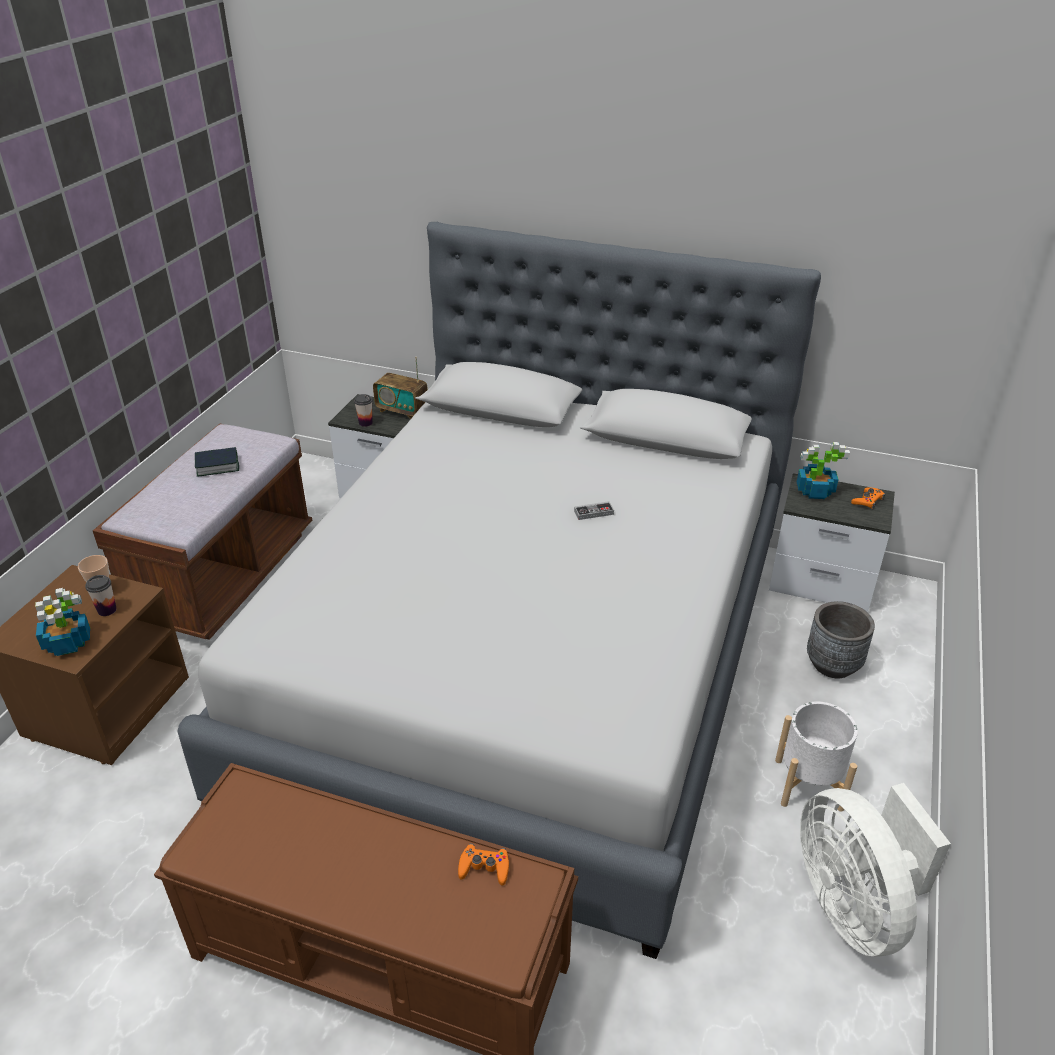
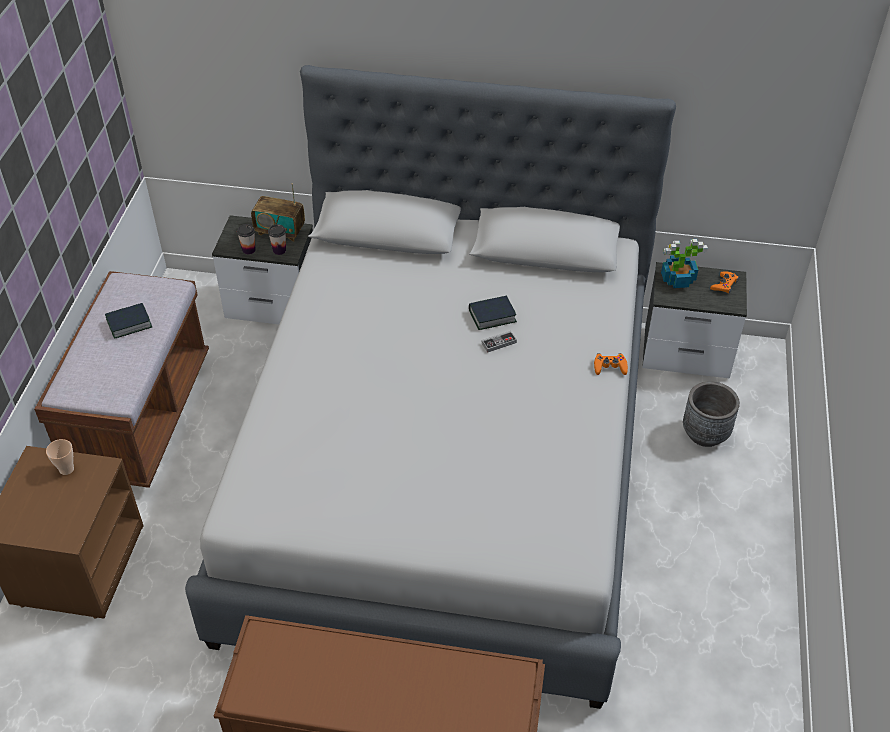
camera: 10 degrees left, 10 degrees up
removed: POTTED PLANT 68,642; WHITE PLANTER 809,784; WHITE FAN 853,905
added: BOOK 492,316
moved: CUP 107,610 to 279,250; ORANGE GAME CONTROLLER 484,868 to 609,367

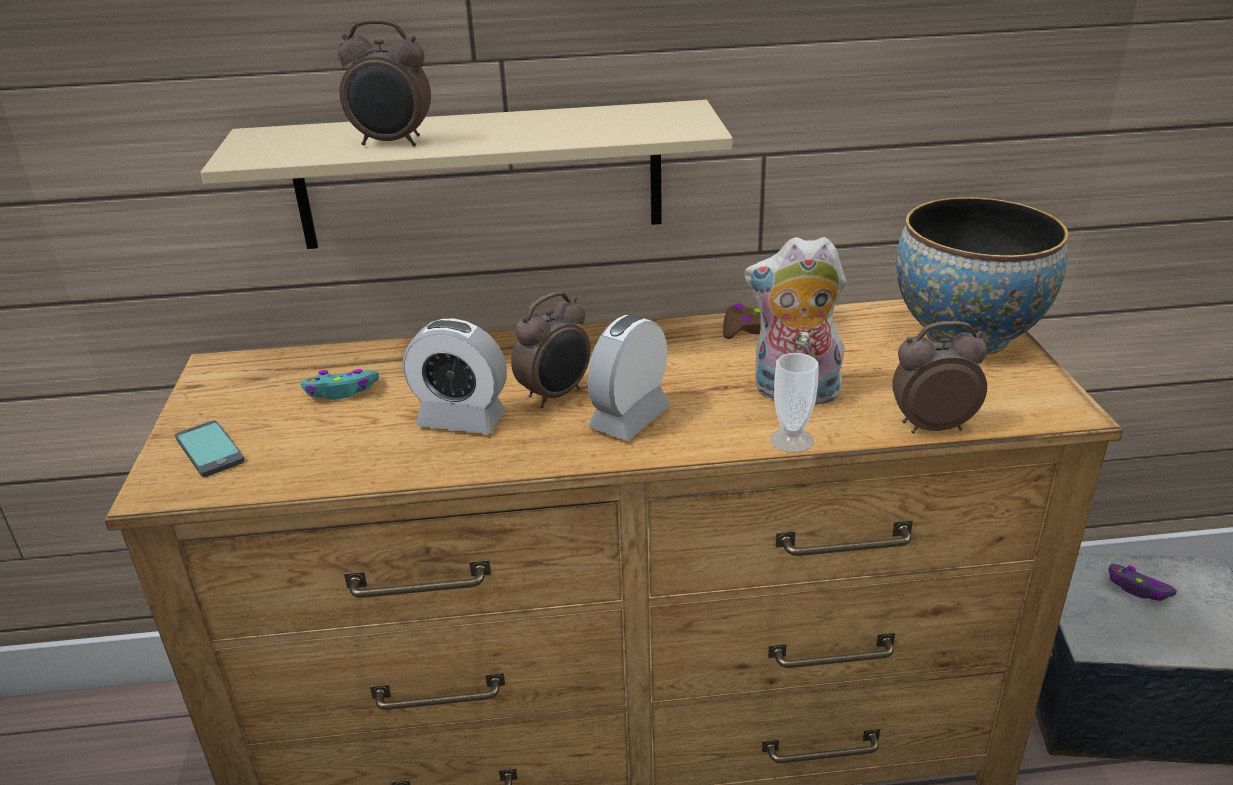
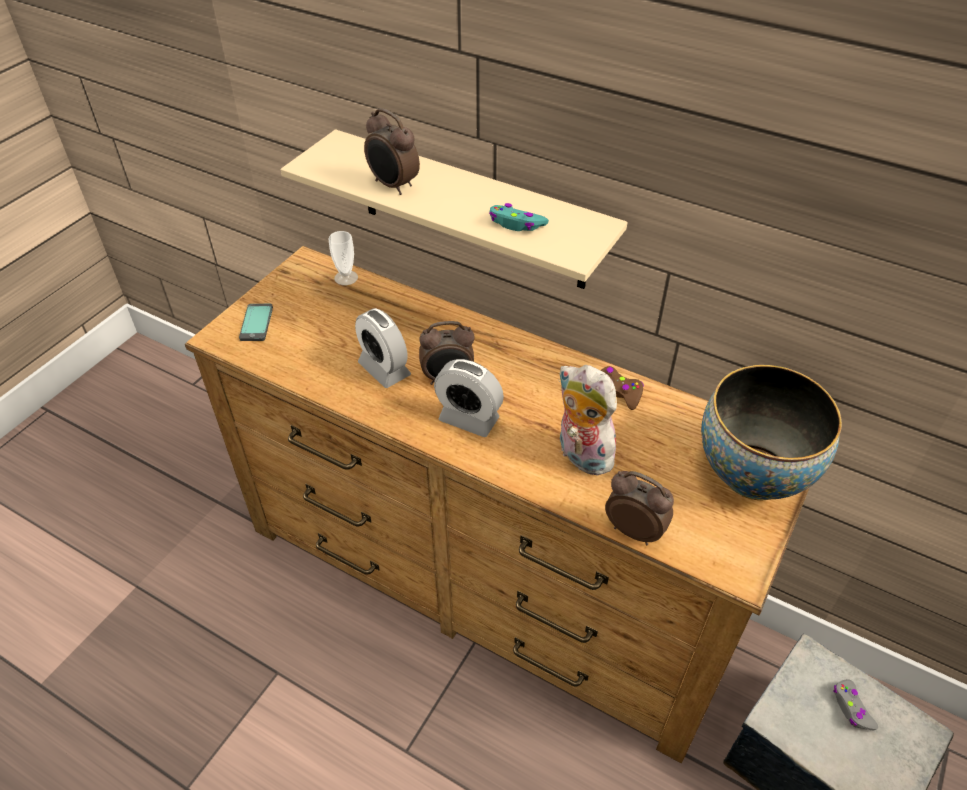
camera: 35 degrees right, 15 degrees up
moved: CUP 791,440 to 346,278; TURQUOISE GAME CONTROLLER 341,391 to 516,224
recoloured: PURPLE GAME CONTROLLER 1138,588 to GREY GAME CONTROLLER 851,708
turned: ALARM CLOCK 629,418 = 469,419 135 degrees counterclockwise

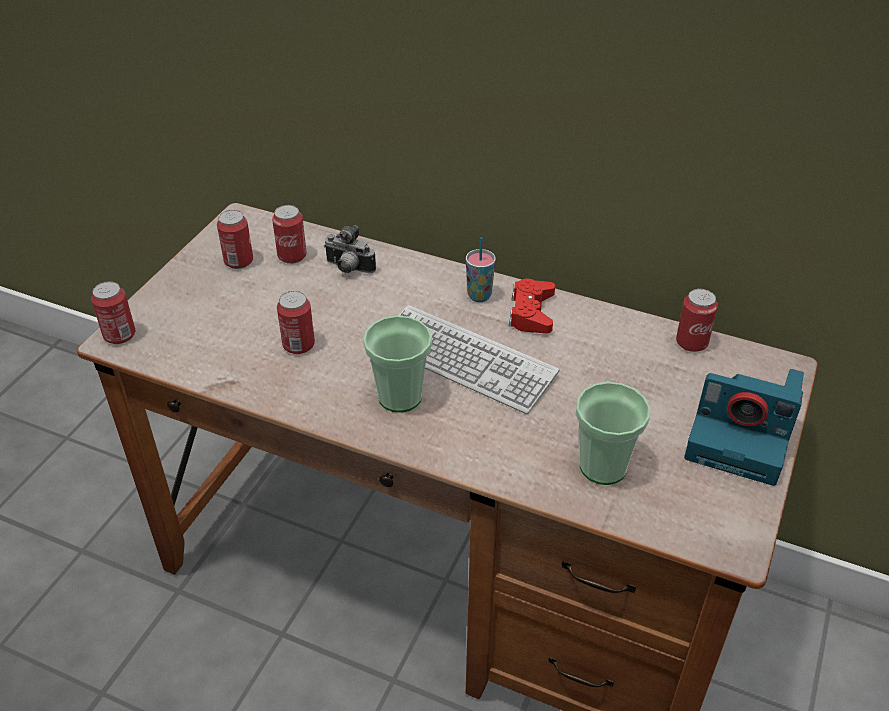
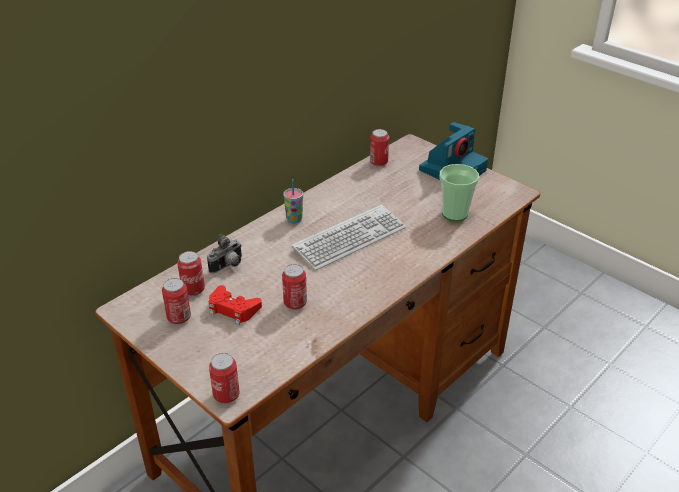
camera: 70 degrees left, 5 degrees down
removed: CUP 400,397
moved: RED GAME CONTROLLER 531,313 to 233,309

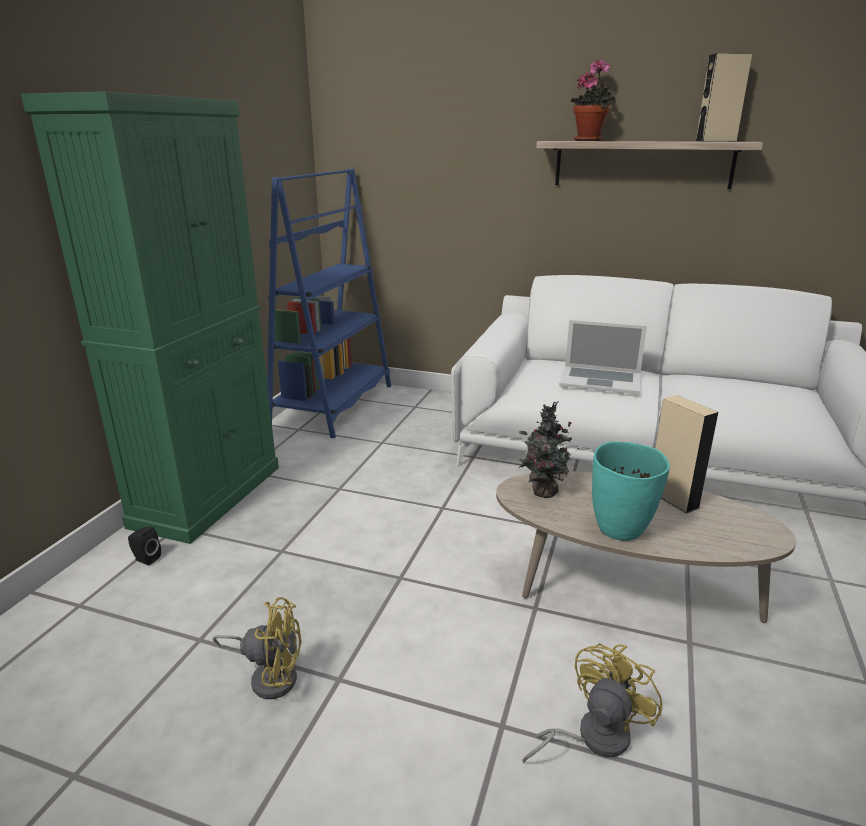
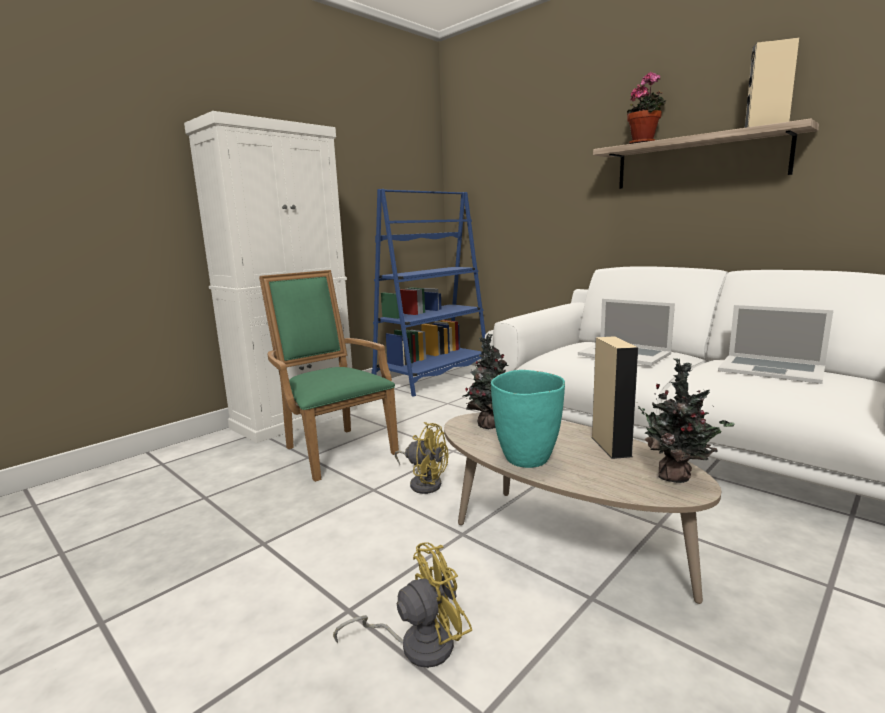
camera: 25 degrees right, 10 degrees down
removed: BLACK SPEAKER 145,559
added: GREEN ARMCHAIR 334,449; LAPTOP 771,369; POTTED PLANT 676,477
moved: YELLOW FAN 269,675 to 424,483
recoloured: GREEN CABINET 208,495 to WHITE CABINET 296,418

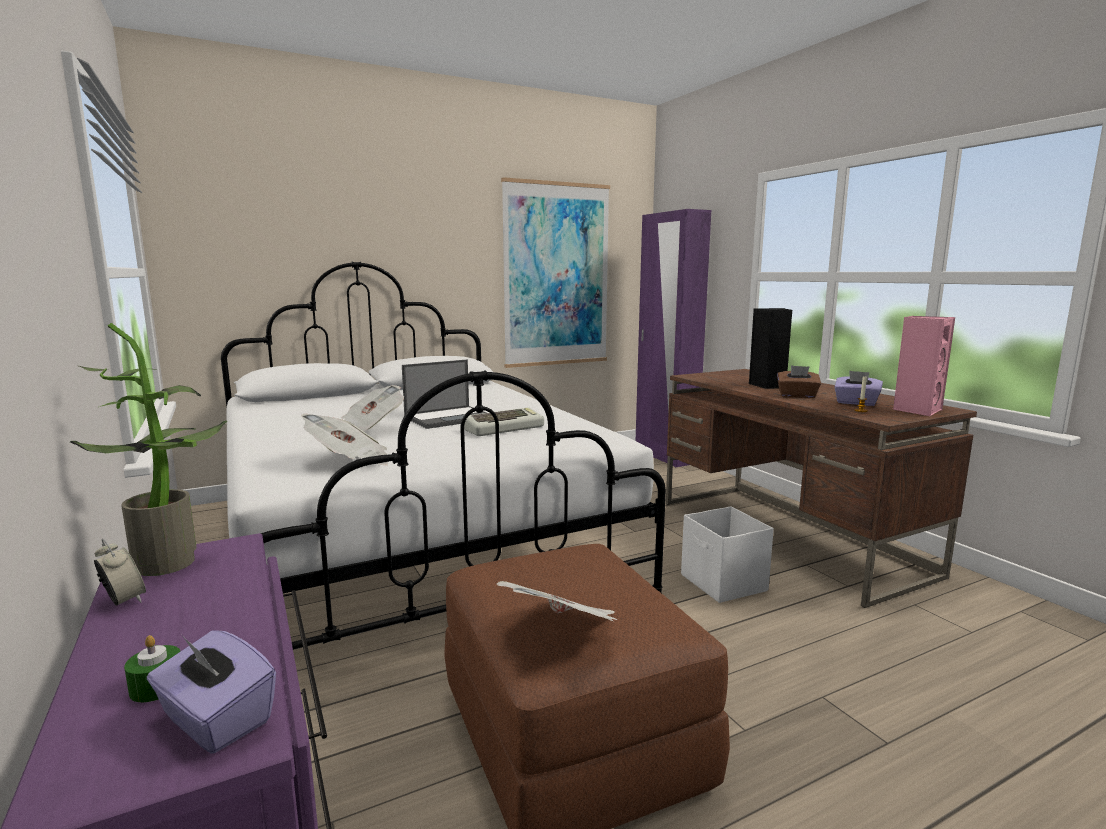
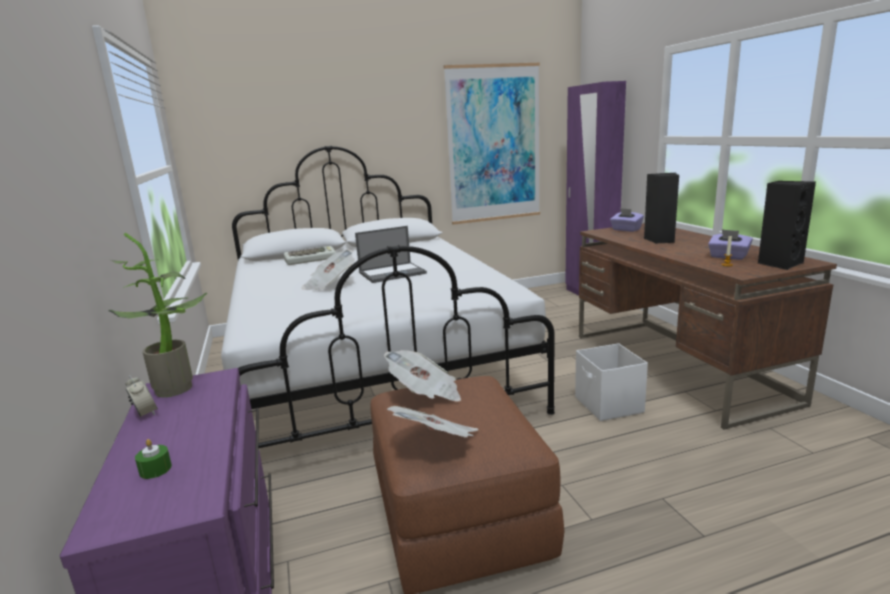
camera: 10 degrees right, 5 degrees up
removed: BROWN TISSUE BOX 797,396
moved: KEYBOARD 504,428 to 311,259; NEWSPAPER 350,461 to 426,394; PURPLE TISSUE BOX 216,720 to 626,230
recoloured: PINK SPEAKER 917,410 to BLACK SPEAKER 779,264

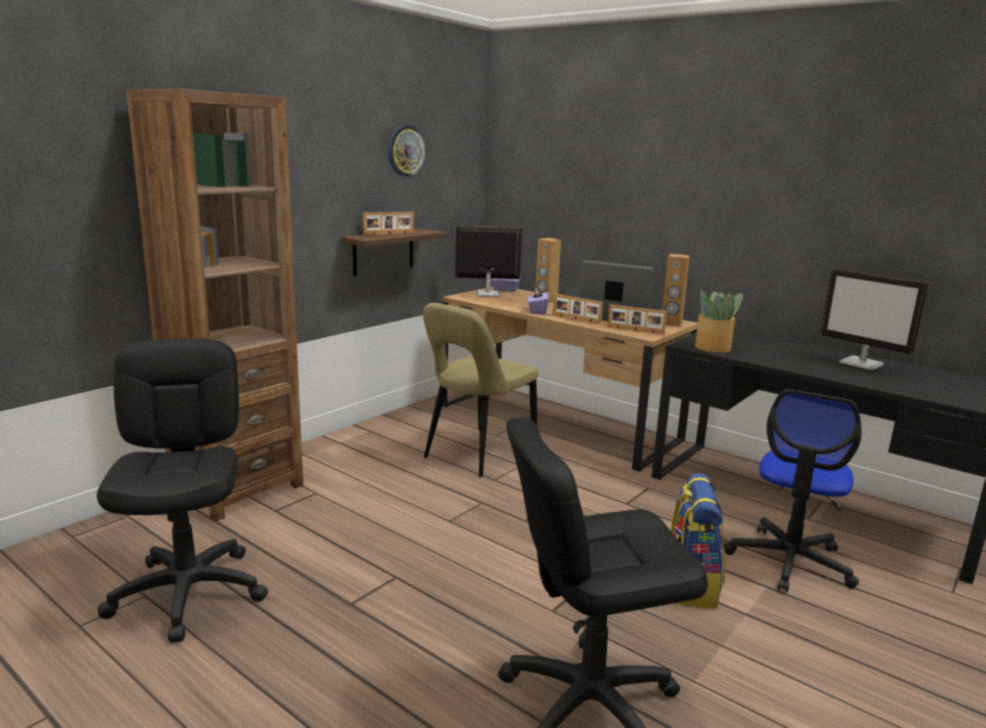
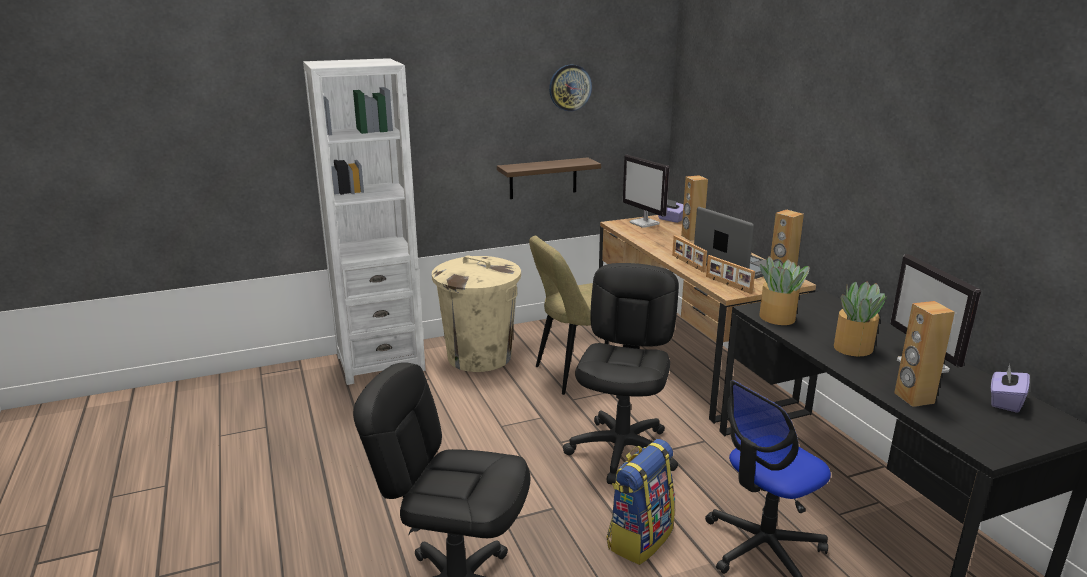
camera: 30 degrees right, 5 degrees up
removed: PICTURE FRAME 389,234
added: BEIGE TRASH CAN 479,356; POTTED PLANT 852,348; BROWN SPEAKER 913,398
moved: PURPLE TISSUE BOX 537,311 to 1005,401; BLACK OFFICE CHAIR 189,593 to 622,451
recoloured: BROWN BOOKCASE 237,489 to WHITE BOOKCASE 380,363
turned: MONITOR 487,294 = 645,223 150 degrees counterclockwise

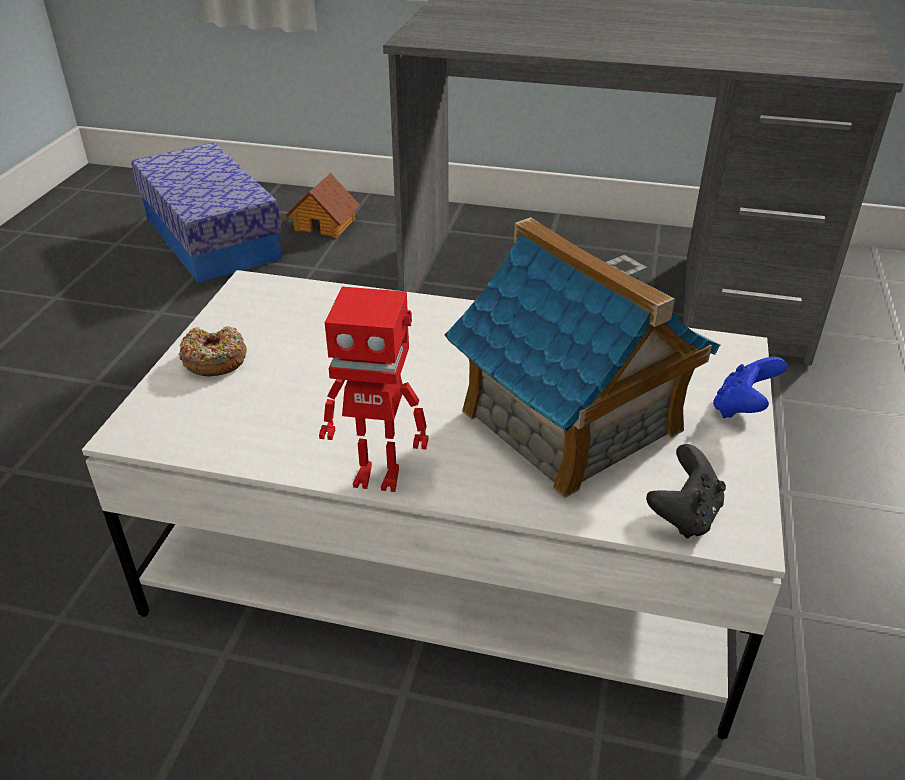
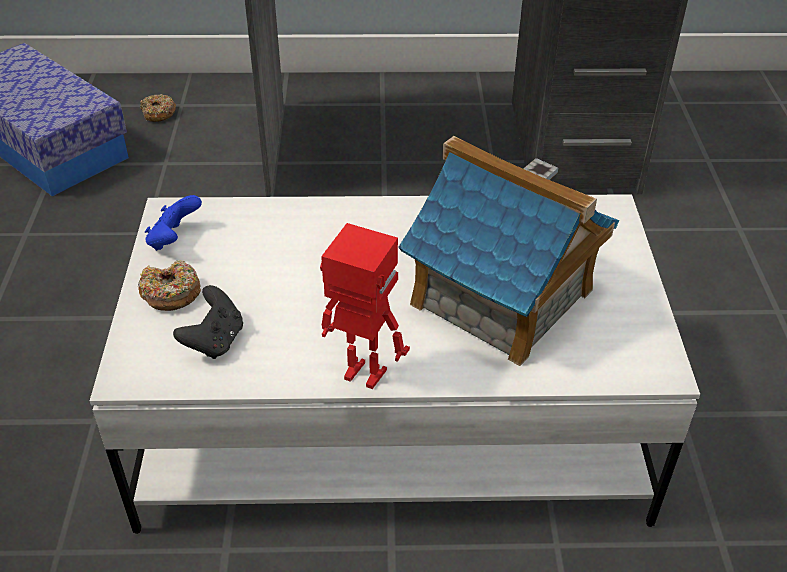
camera: 15 degrees left, 5 degrees up
moved: BLUE GAME CONTROLLER 742,408 to 174,240; BLACK GAME CONTROLLER 684,515 to 215,341
replaced: TOY HOUSE 325,224 to DONUT 158,113
turned: TOY ROBOT 378,476 = 363,376 150 degrees counterclockwise

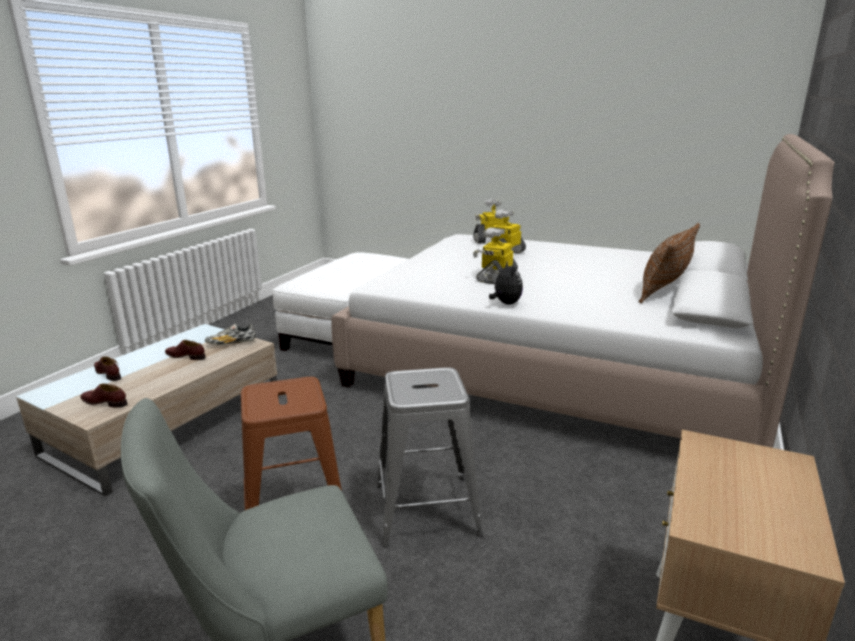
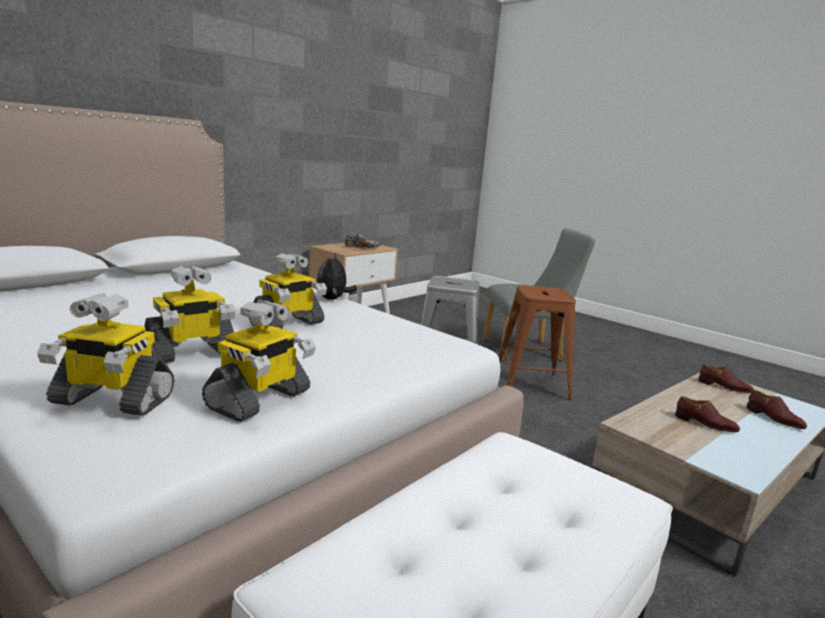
camera: 165 degrees left, 5 degrees down
removed: BROWN PILLOW 664,289
added: TOY ROBOT 259,400
moved: SHOE 231,343 to 362,248

